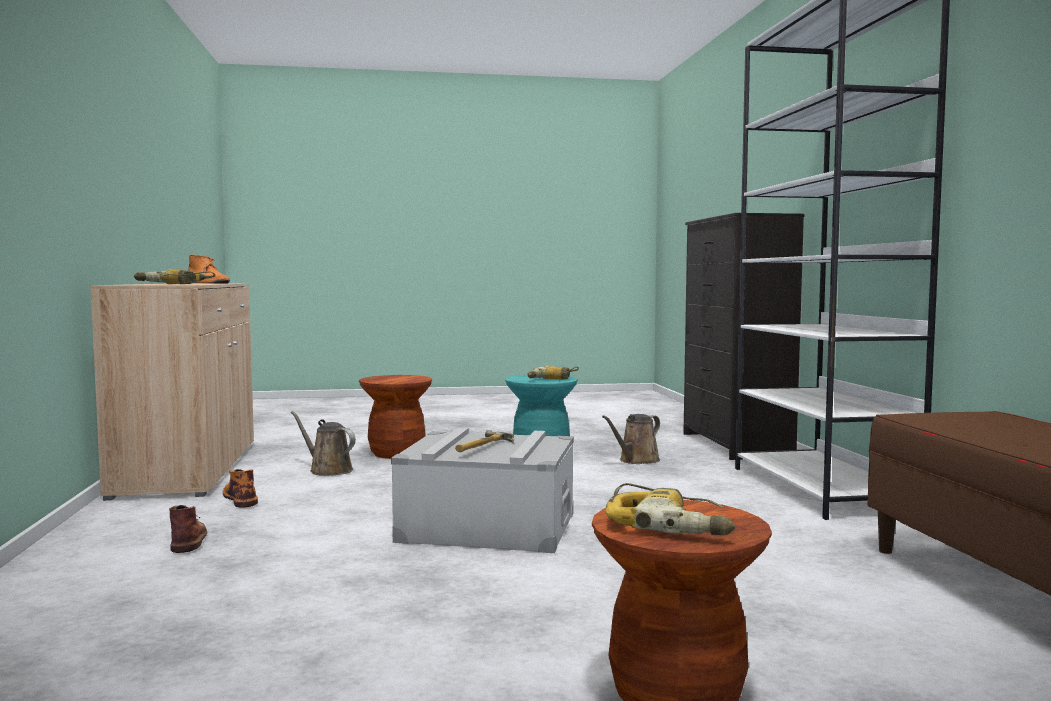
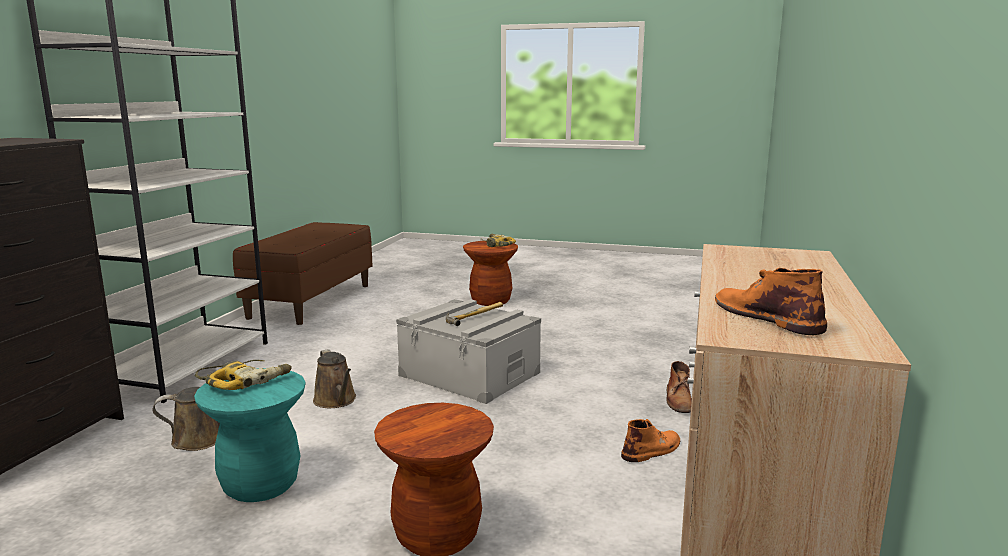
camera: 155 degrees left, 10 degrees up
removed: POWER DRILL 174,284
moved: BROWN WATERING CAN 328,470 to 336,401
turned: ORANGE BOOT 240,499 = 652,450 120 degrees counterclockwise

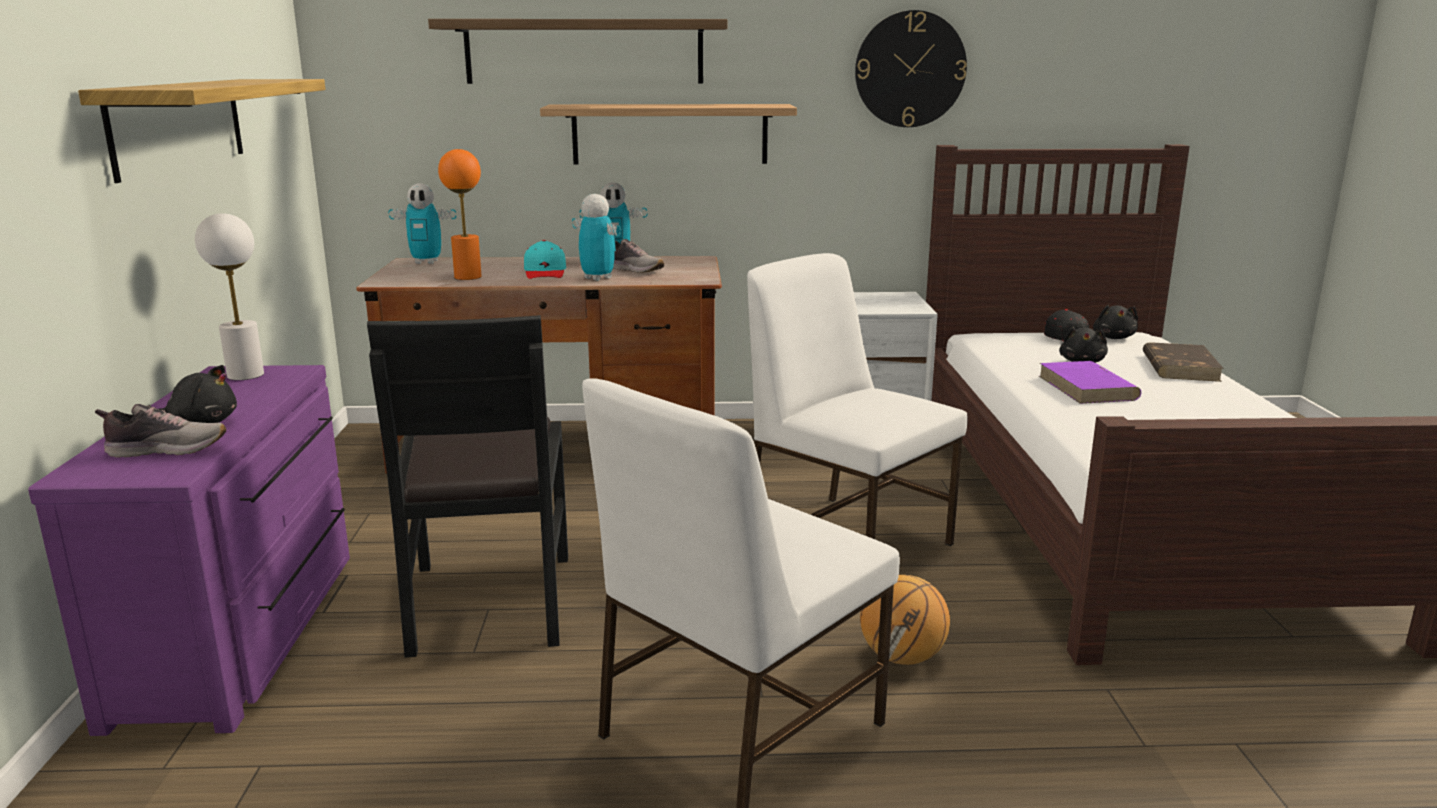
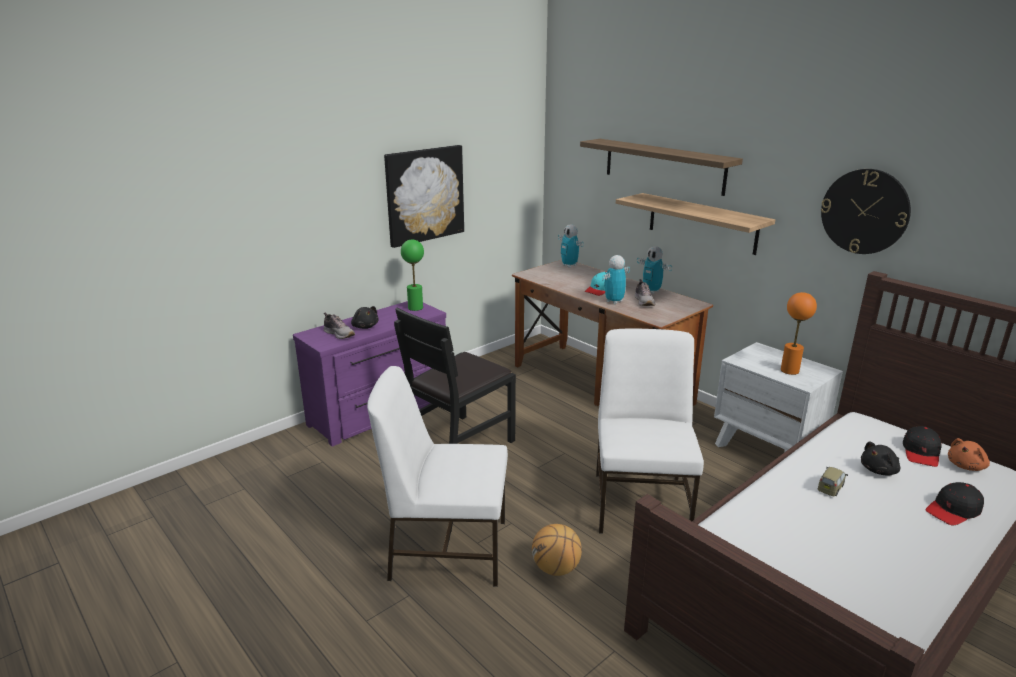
camera: 50 degrees right, 5 degrees up
moved: ORANGE TABLE LAMP 468,277 to 790,370
replaced: SHELF 178,125 to PICTURE 424,195; BROWN BOOK 1179,367 to BLACK CAP 953,510; PURPLE BOOK 1088,388 to TOY CAR 830,488
recoloured: WHITE TABLE LAMP 246,375 to GREEN TABLE LAMP 415,308; BLACK PLUSH TOY 1113,337 to ORANGE PLUSH TOY 966,466
turned: TOY ROBOT 597,278 = 614,301 135 degrees counterclockwise

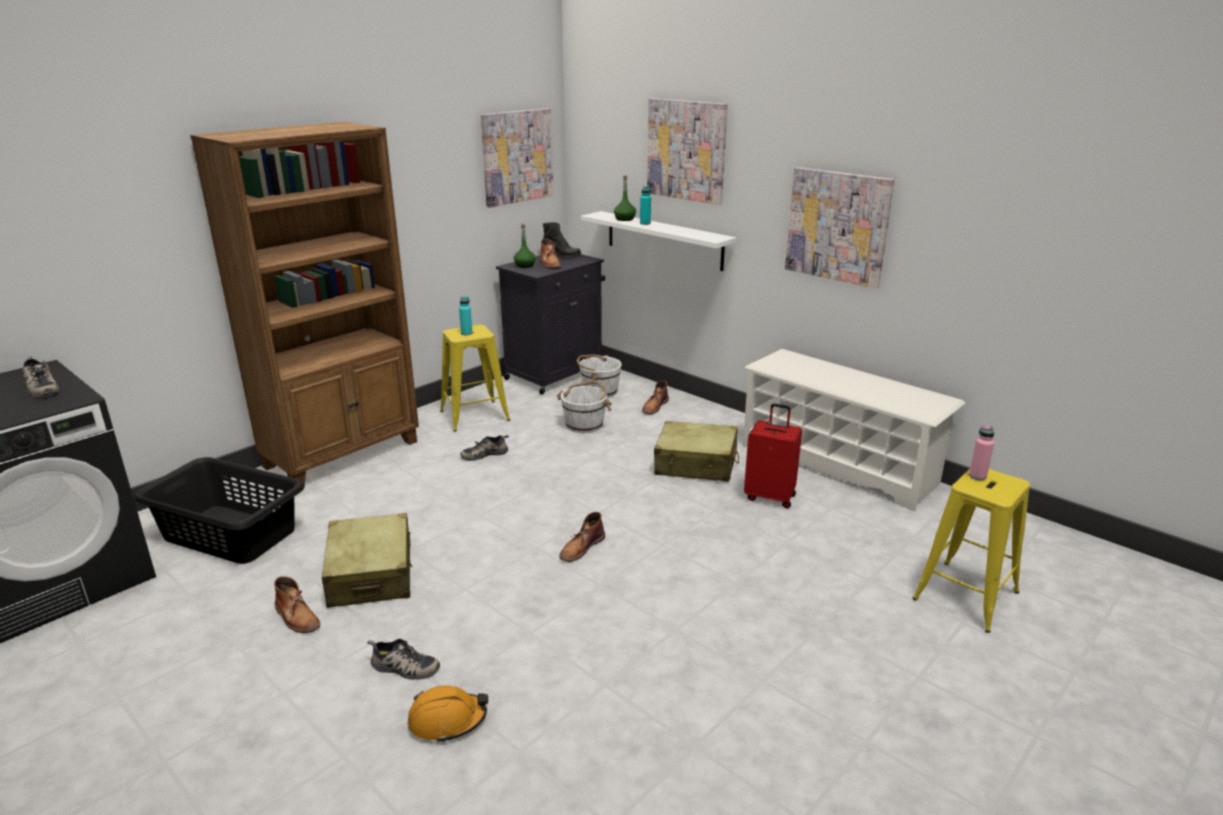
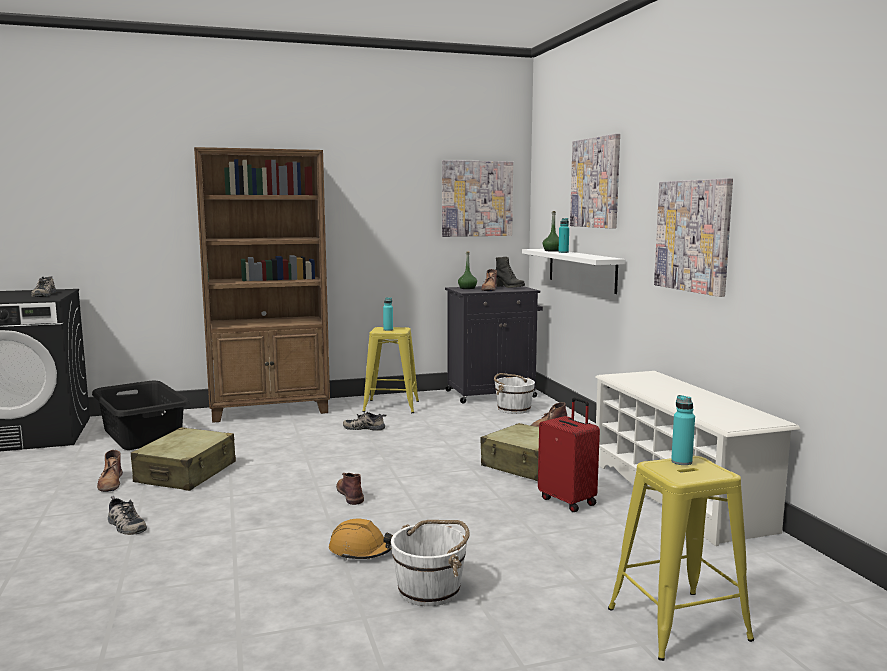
camera: 30 degrees right, 15 degrees down
moved: WHITE BUCKET 584,424 to 430,589; ORANGE HARD HAT 447,720 to 361,551
recoloured: PINK BOTTLE 977,476 to TURQUOISE BOTTLE 681,462
turned: BROWN BOOT 581,548 = 350,494 90 degrees clockwise

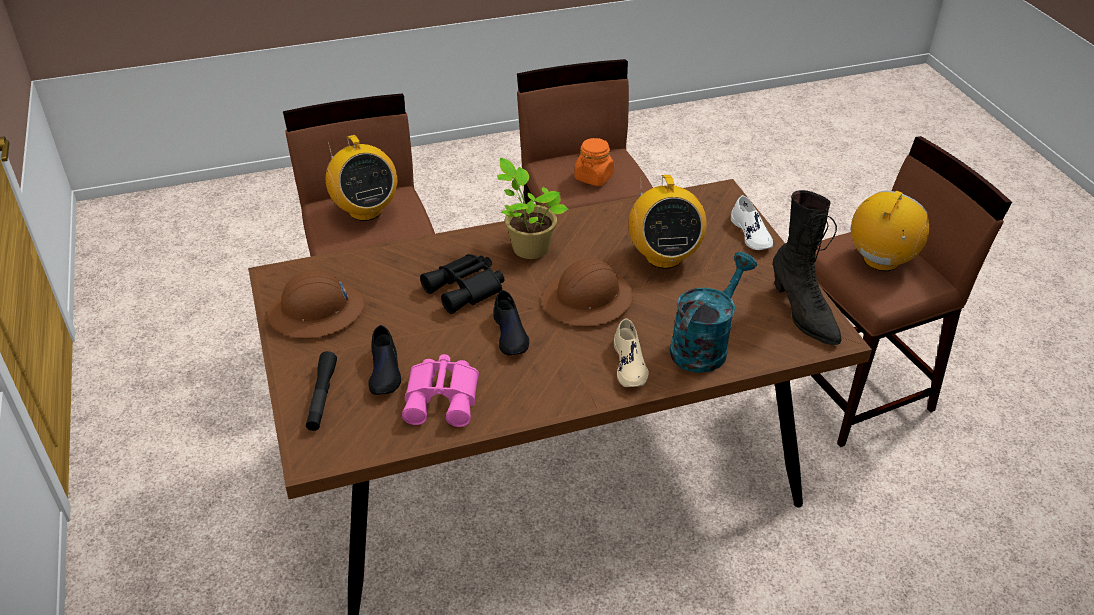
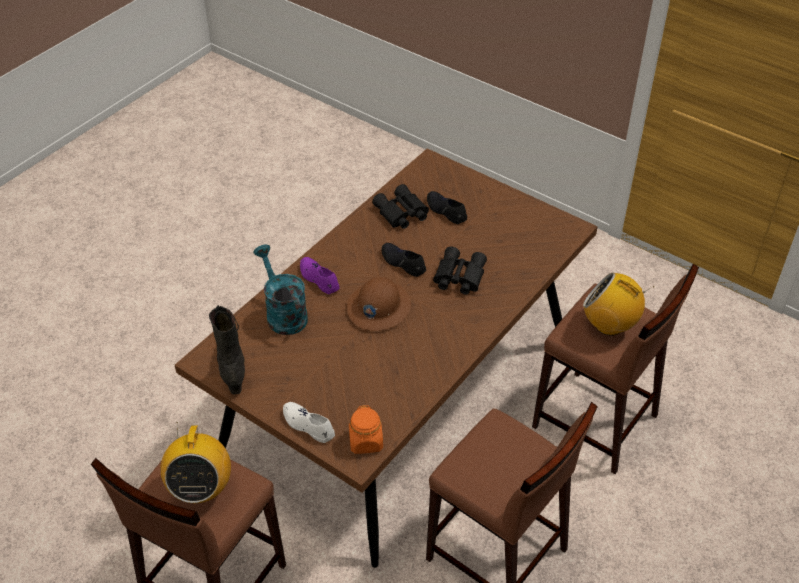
camera: 145 degrees right, 5 degrees up
removed: POTTED PLANT 528,247; RADIO 663,257; BROWN HARD HAT 316,312; BLACK FLASHLIGHT 322,396
moved: ORANGE JAR 594,177 to 366,441
recoloured: BEIGE SHOE 629,364 to PURPLE SHOE 318,279; PINK BINOCULARS 443,397 to BLACK BINOCULARS 401,213
turned: BLACK BOOT 802,314 = 232,369 45 degrees clockwise; TURQUOISE WATERING CAN 704,345 = 283,313 150 degrees clockwise

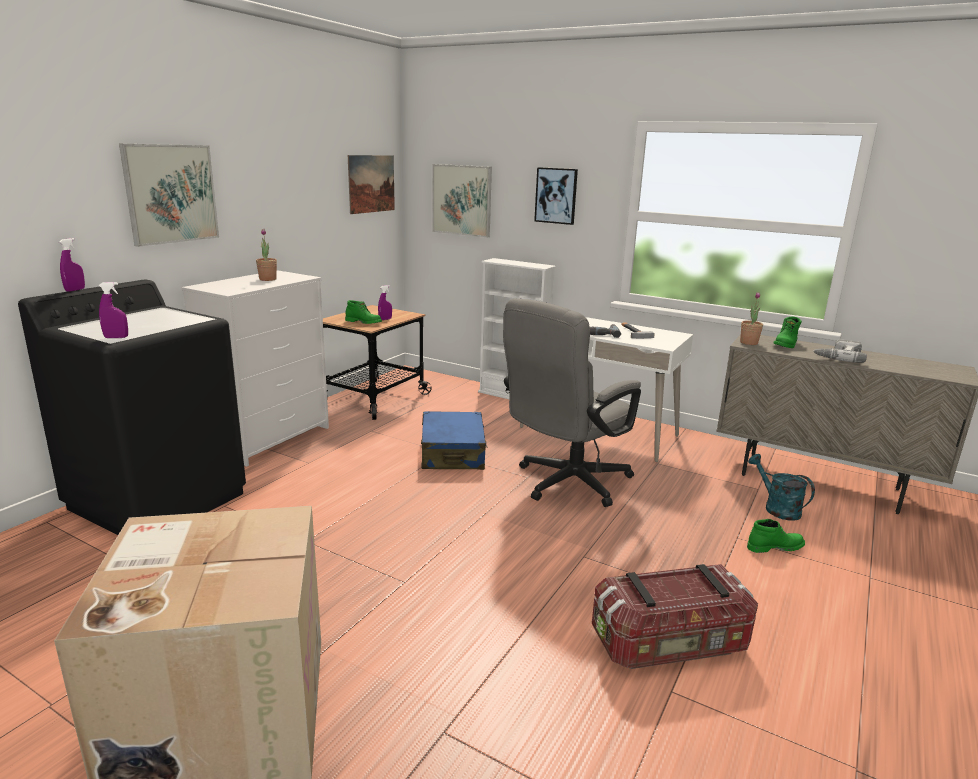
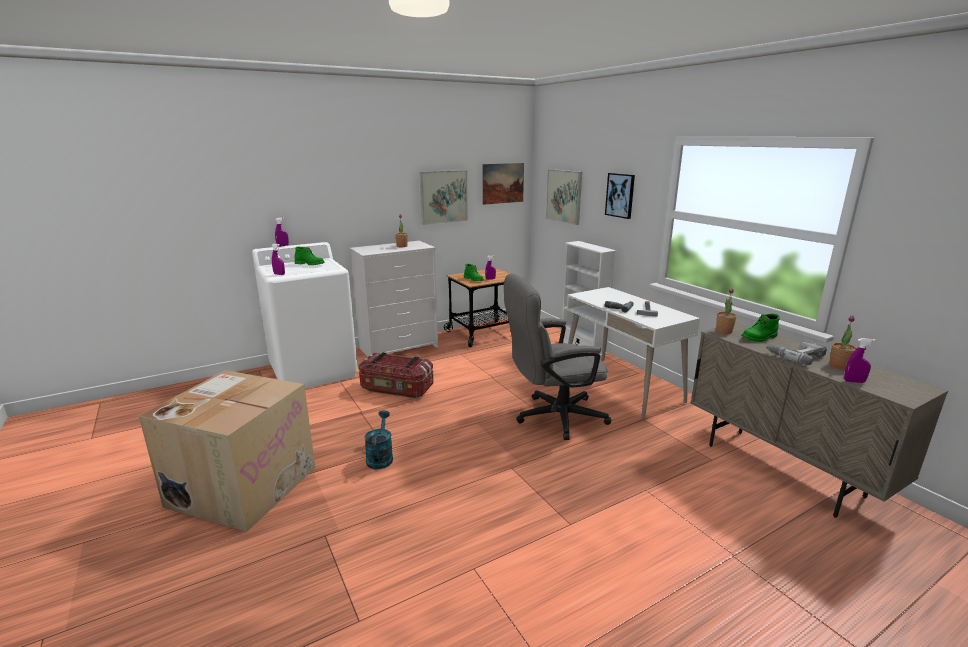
camera: 30 degrees right, 0 degrees up
removed: BLUE SUITCASE 452,453
added: POTTED PLANT 839,366; PURPLE SPRAY BOTTLE 854,381
moved: PICTURE 171,194 to 443,197; TURQUOISE WATERING CAN 776,508 to 380,457; GREEN BOOT 774,547 to 310,264; STORAGE BOX 670,644 to 396,389
recoloured: BLACK WASHING MACHINE 159,500 to WHITE WASHING MACHINE 314,371

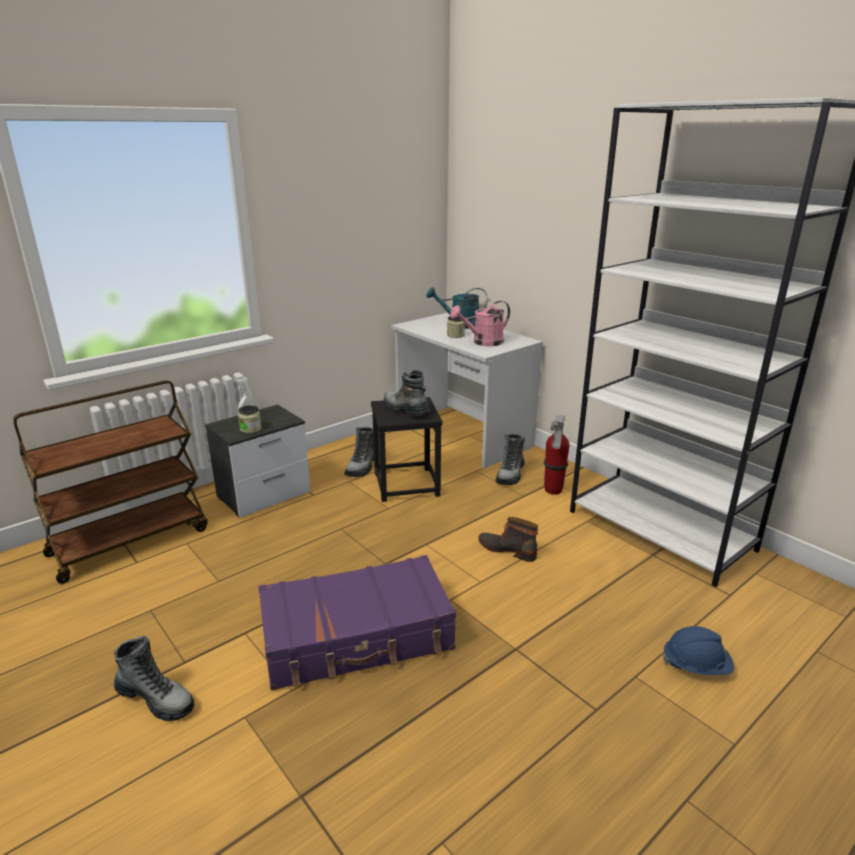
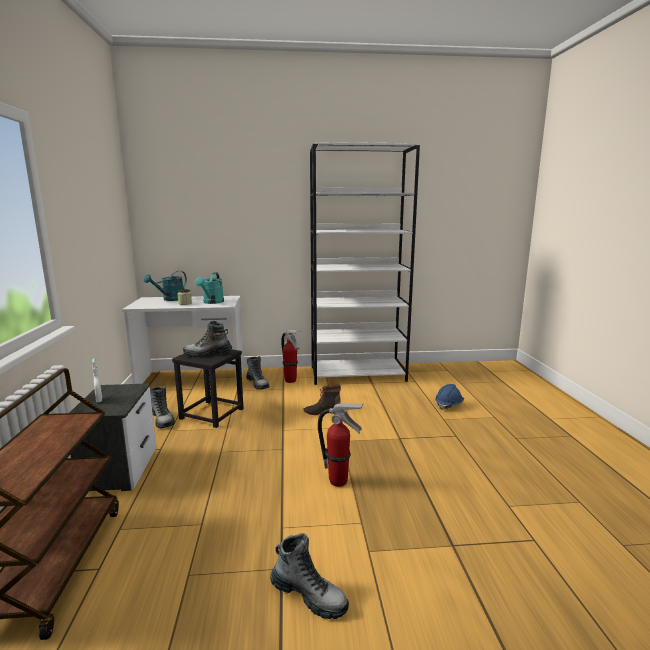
camera: 55 degrees left, 10 degrees down
removed: JAR 250,429
replaced: PURPLE SUITCASE 357,637 to FIRE EXTINGUISHER 339,481
recoloured: PINK WATERING CAN 483,342 to TURQUOISE WATERING CAN 212,302
turned: BOOT 156,699 = 309,595 60 degrees clockwise

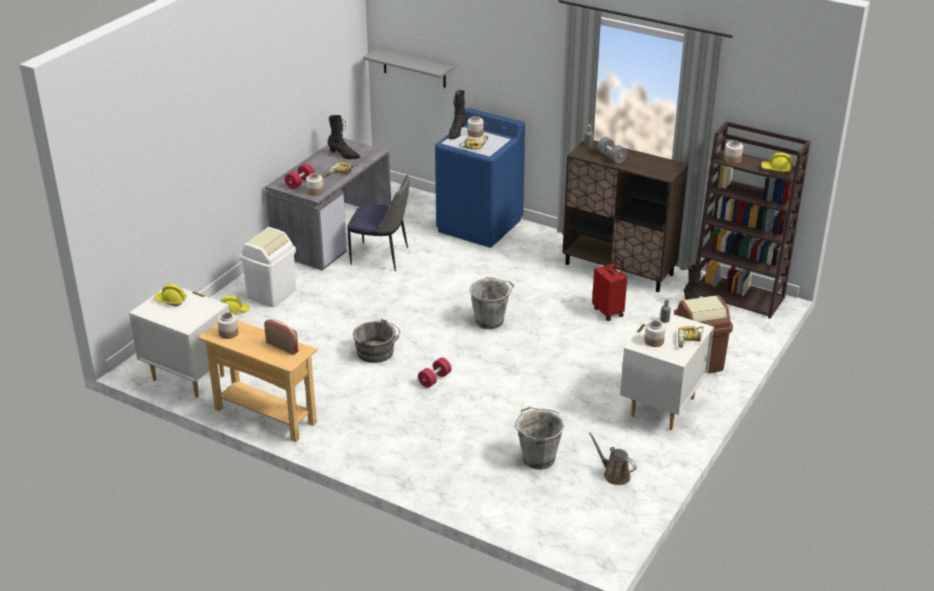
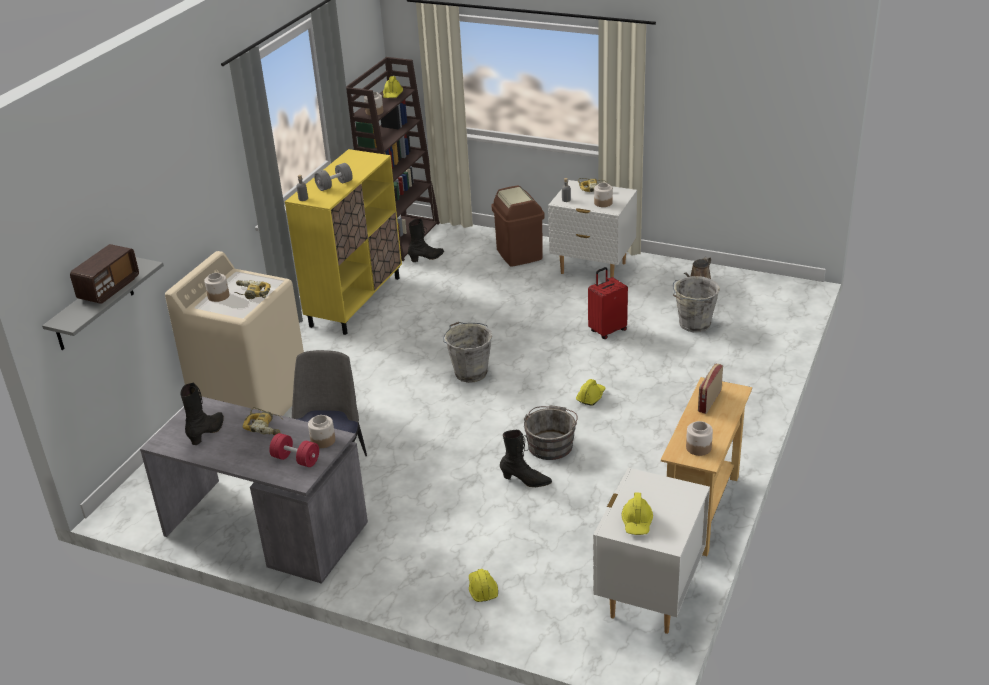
camera: 95 degrees left, 0 degrees up
removed: WHITE TRASH CAN 271,293
added: RADIO 109,289
moved: BLACK BOOT 456,132 to 526,481; RED SUITCASE 608,312 to 607,330
replaced: RED DUMBBELL 434,379 to YELLOW HARD HAT 591,397
recoloured: BLUE WASHING MACHINE 480,226 to BEIGE WASHING MACHINE 252,402; BROWN CABINET 619,269 to YELLOW CABINET 356,301

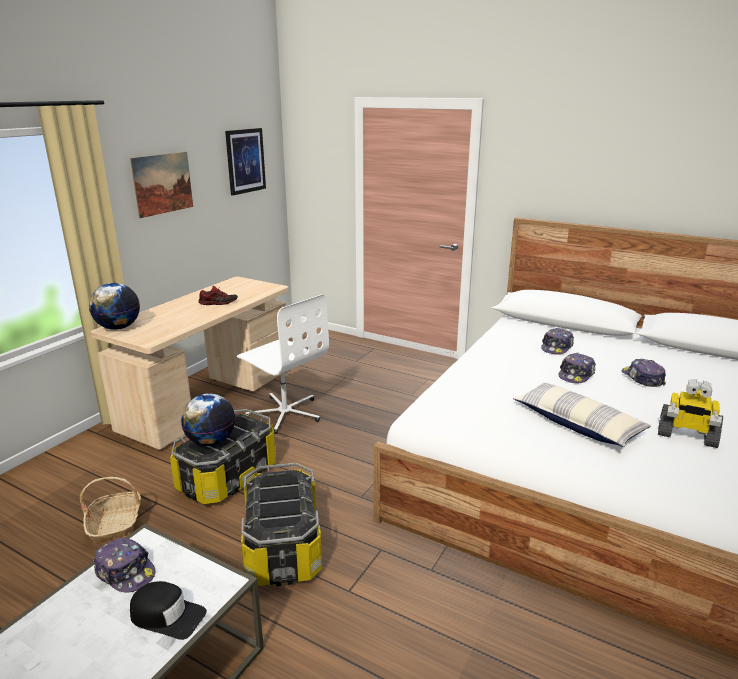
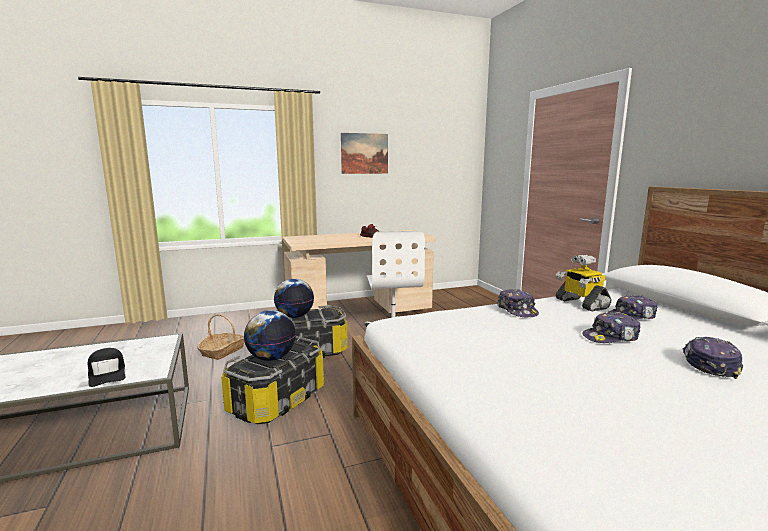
camera: 40 degrees right, 10 degrees down
removed: PICTURE 245,161; PILLOW 577,424
moved: GLOBE 118,327 to 271,358; TOY ROBOT 686,435 to 580,303; CAP 126,572 to 517,310

